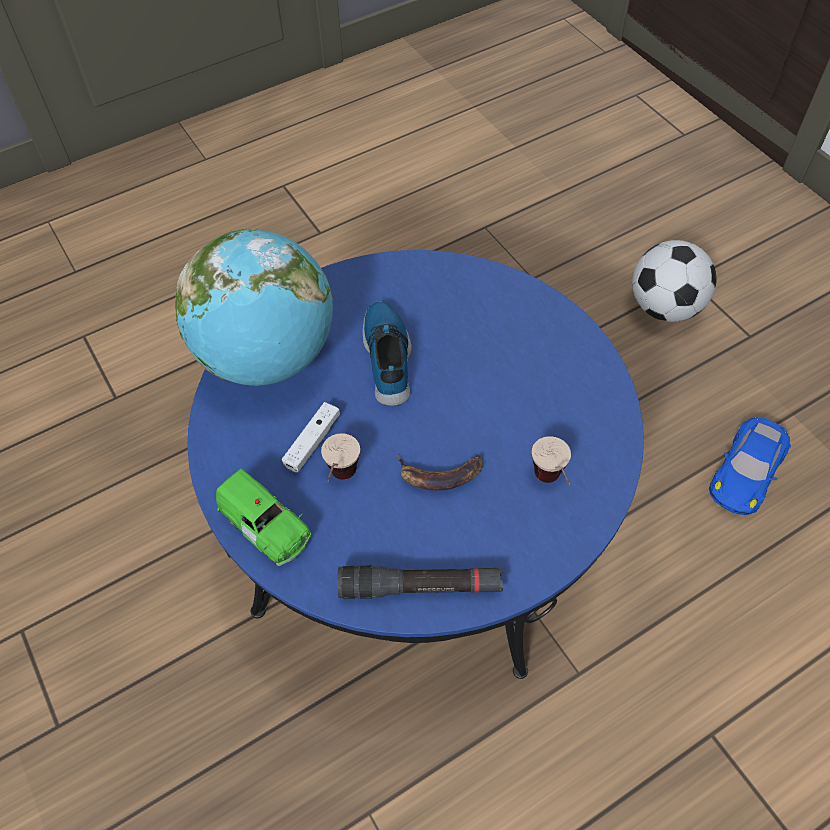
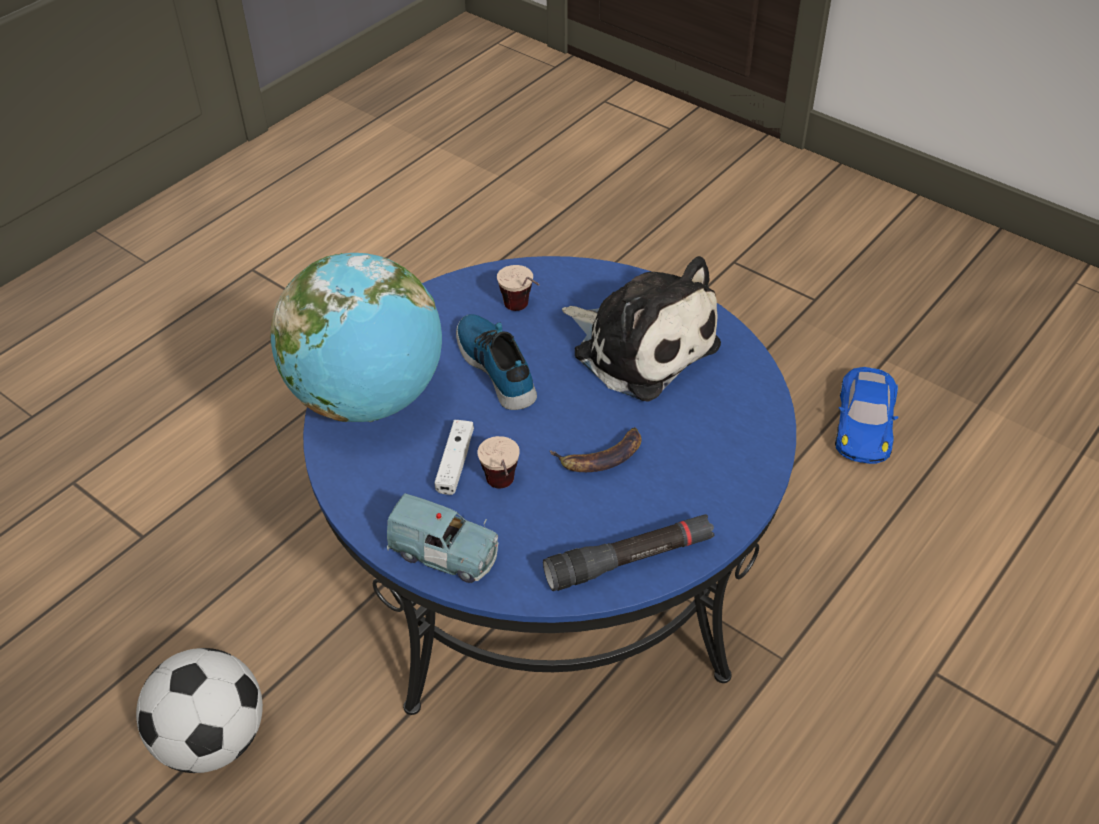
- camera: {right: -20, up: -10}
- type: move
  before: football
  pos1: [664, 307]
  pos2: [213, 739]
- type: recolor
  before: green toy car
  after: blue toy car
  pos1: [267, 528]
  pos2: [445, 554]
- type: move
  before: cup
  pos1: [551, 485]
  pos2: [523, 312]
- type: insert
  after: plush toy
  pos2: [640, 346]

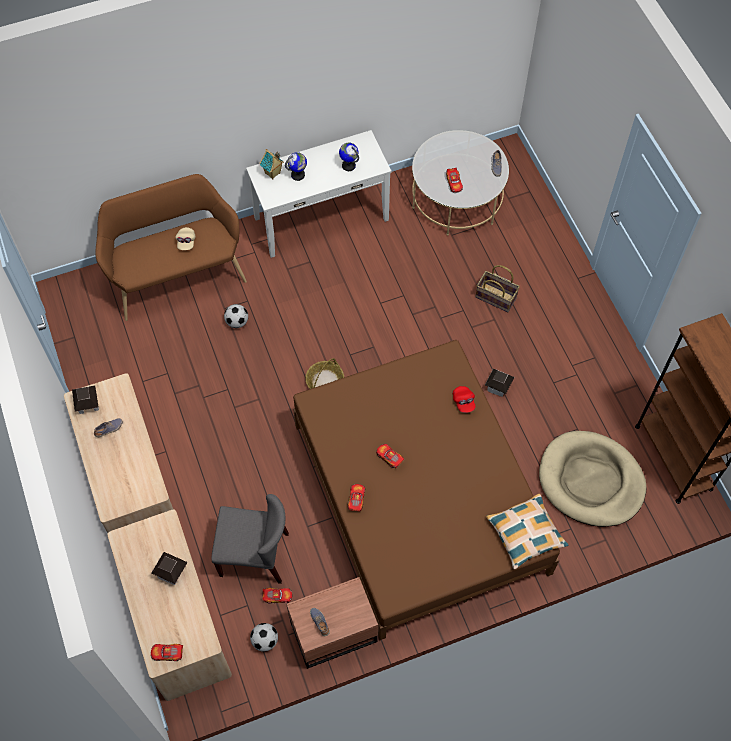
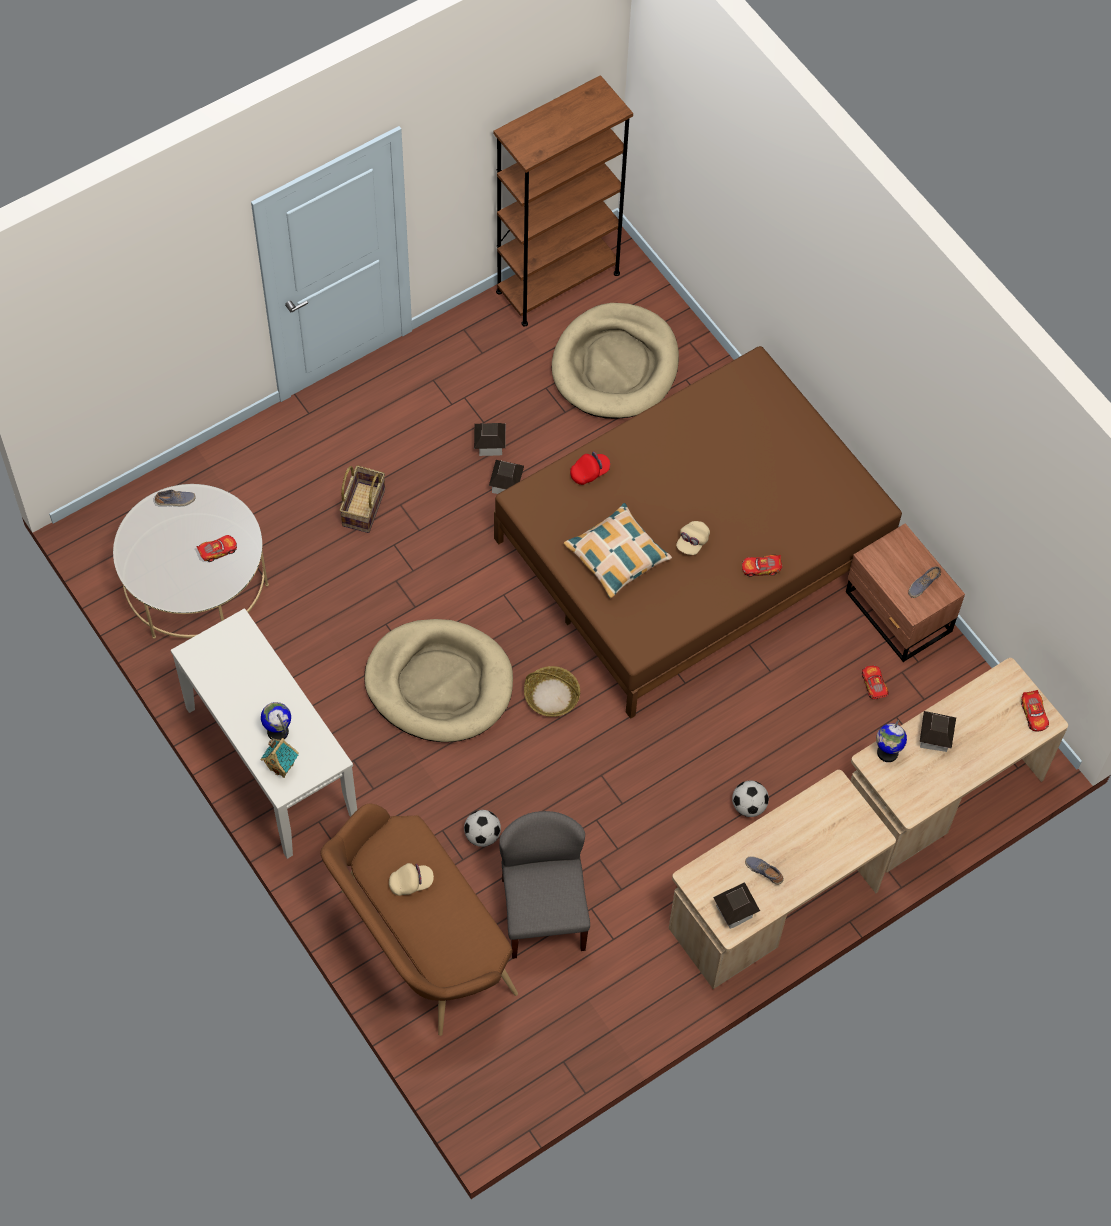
- camera: {right: -105, up: 0}
- type: insert
  after: beige dog bed
  pos2: [439, 683]
- type: insert
  after: toy house
  pos2: [490, 445]
- type: move
  before: grey chair
  pos1: [255, 554]
  pos2: [543, 913]
- type: move
  before: pillow
  pos1: [525, 533]
  pos2: [617, 555]
- type: replace
  before: toy car
  after: beige cap
  pos1: [389, 457]
  pos2: [692, 542]
- type: move
  before: football
  pos1: [265, 640]
  pos2: [748, 806]
- type: move
  before: globe
  pos1: [348, 165]
  pos2: [887, 752]

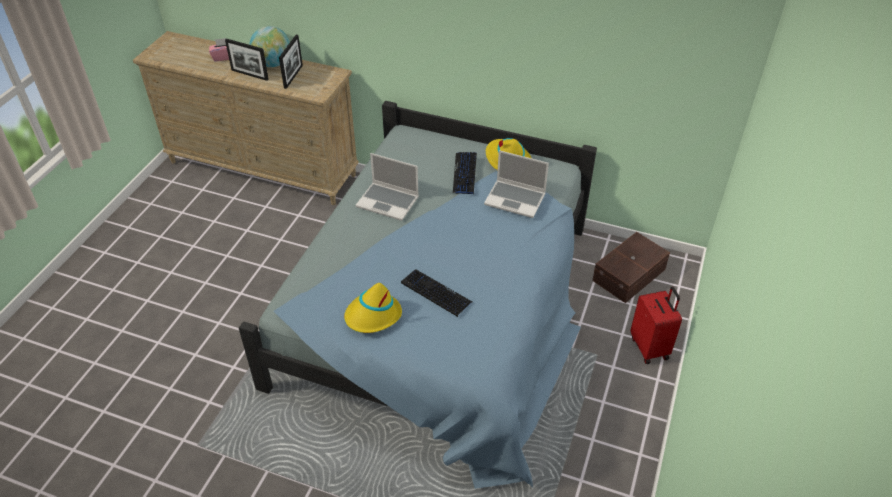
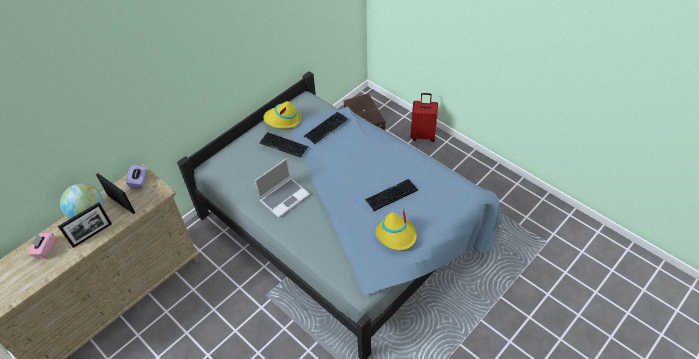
- camera: {right: -65, up: 5}
- type: insert
  after: purple tissue box
  pos2: [139, 181]
- type: replace
  before: laptop
  after: keyboard
  pos1: [516, 199]
  pos2: [326, 128]

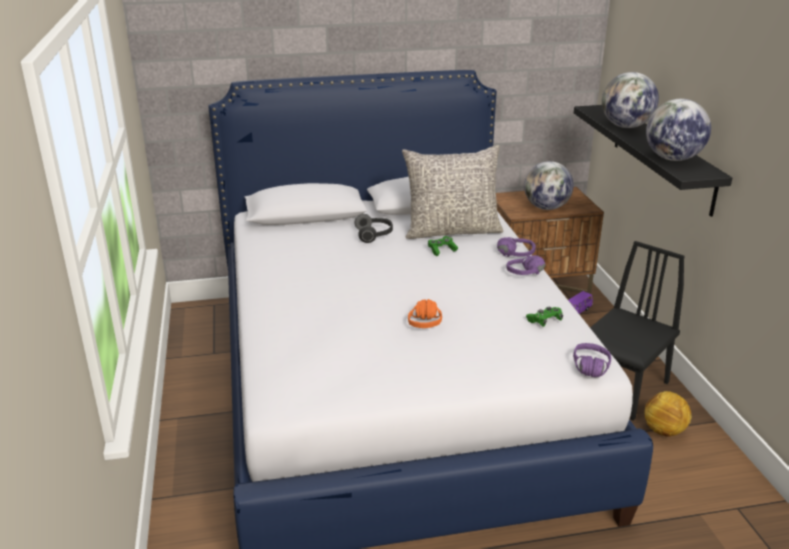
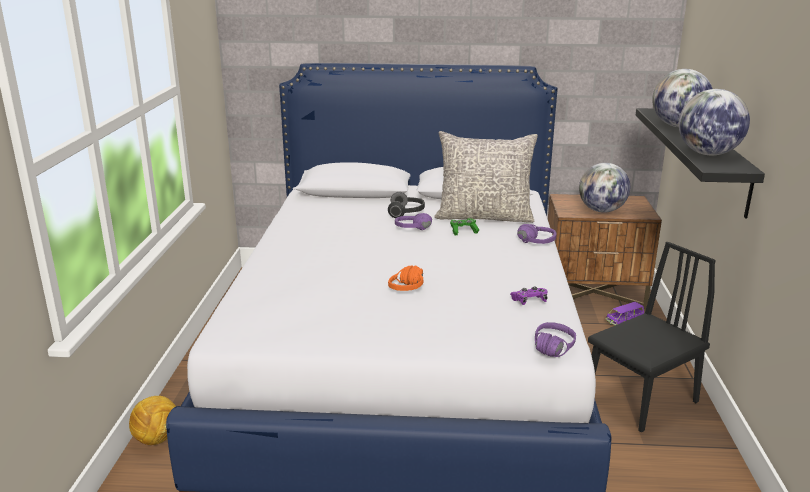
- camera: {right: 15, up: -5}
- type: move
  before: football
  pos1: [664, 430]
  pos2: [158, 439]
- type: move
  before: purple headphones
  pos1: [528, 276]
  pos2: [414, 231]
- type: recolor
  before: green game controller
  after: purple game controller
  pos1: [544, 321]
  pos2: [529, 301]

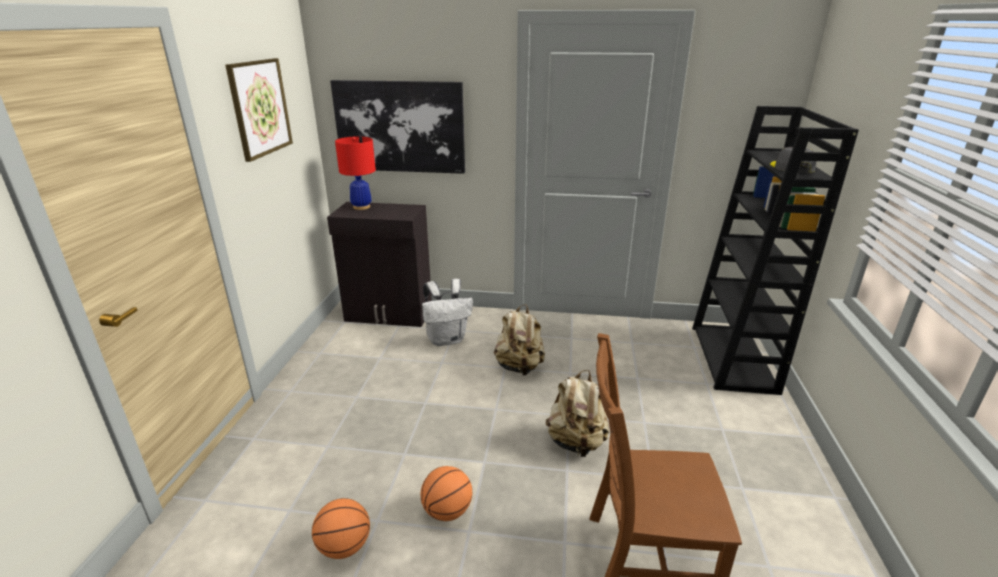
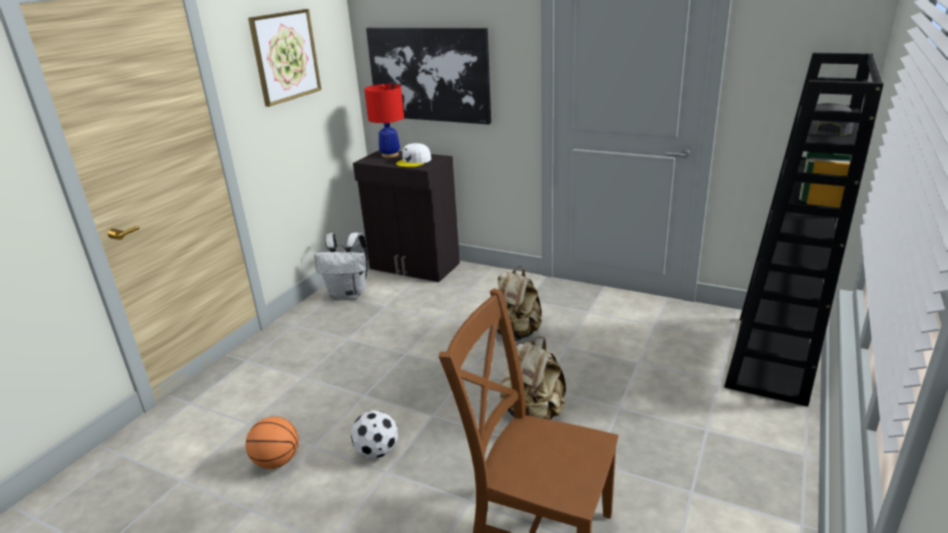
- camera: {right: 20, up: 0}
- type: move
  before: white backpack
  pos1: [447, 339]
  pos2: [349, 294]
- type: replace
  before: basketball
  after: football
  pos1: [447, 511]
  pos2: [376, 451]
- type: insert
  after: white cap
  pos2: [414, 161]

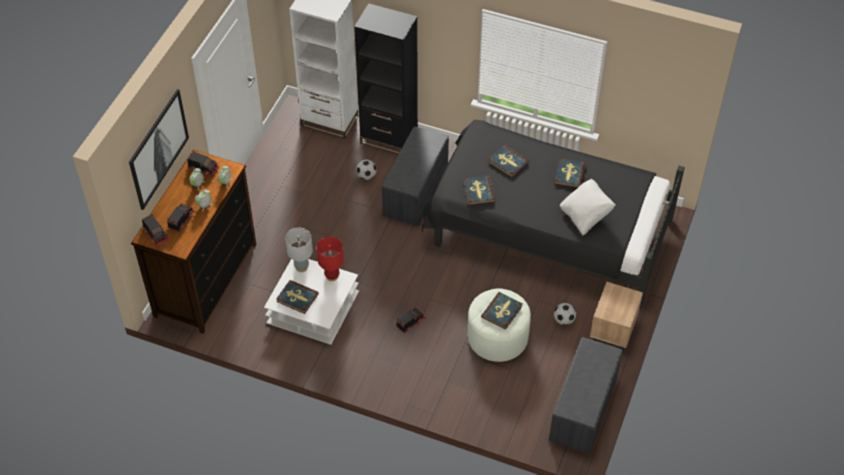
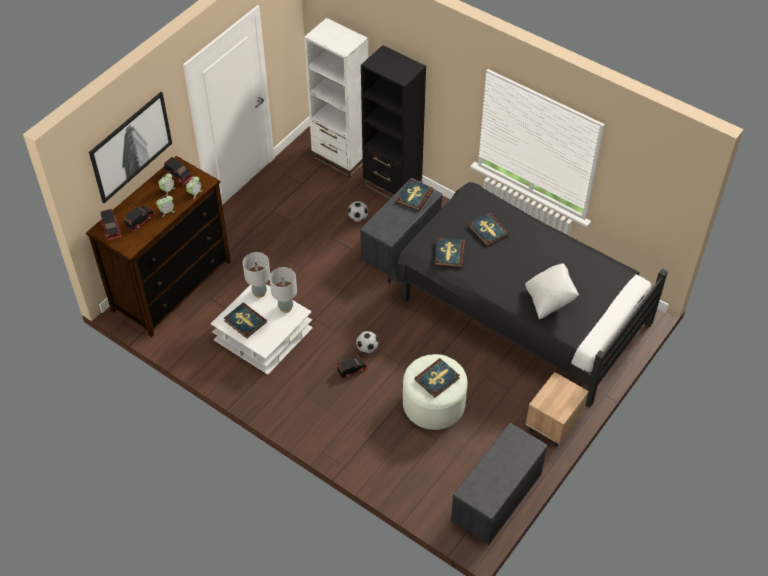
- camera: {right: 15, up: 0}
- type: recolor
  before: red table lamp
  after: grey table lamp
  pos1: [332, 276]
  pos2: [285, 307]
- type: move
  before: football
  pos1: [564, 320]
  pos2: [367, 348]
- type: move
  before: book
  pos1: [569, 174]
  pos2: [414, 196]

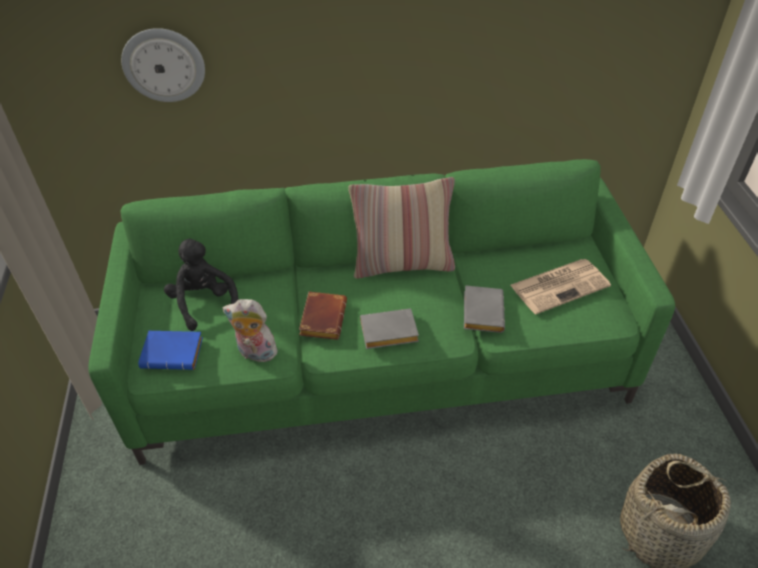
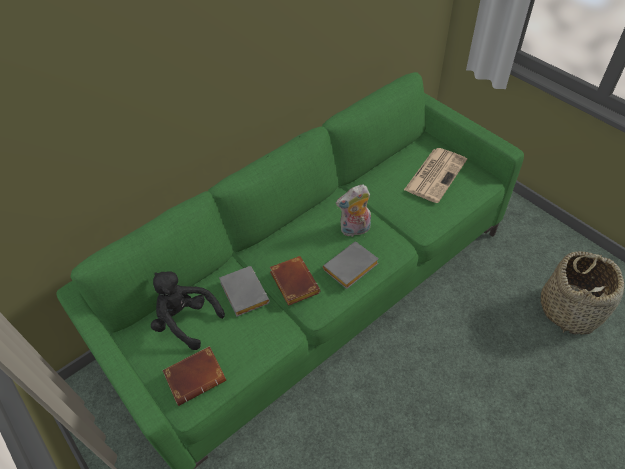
- camera: {right: -30, up: 5}
- type: recolor
  before: blue book
  after: brown book
  pos1: [174, 353]
  pos2: [196, 376]
- type: move
  before: grey book
  pos1: [481, 311]
  pos2: [242, 293]
- type: move
  before: plush toy
  pos1: [255, 353]
  pos2: [355, 230]
- type: delete
  before: wall clock
  pos1: [164, 65]
- type: delete
  before: pillow
  pos1: [402, 264]

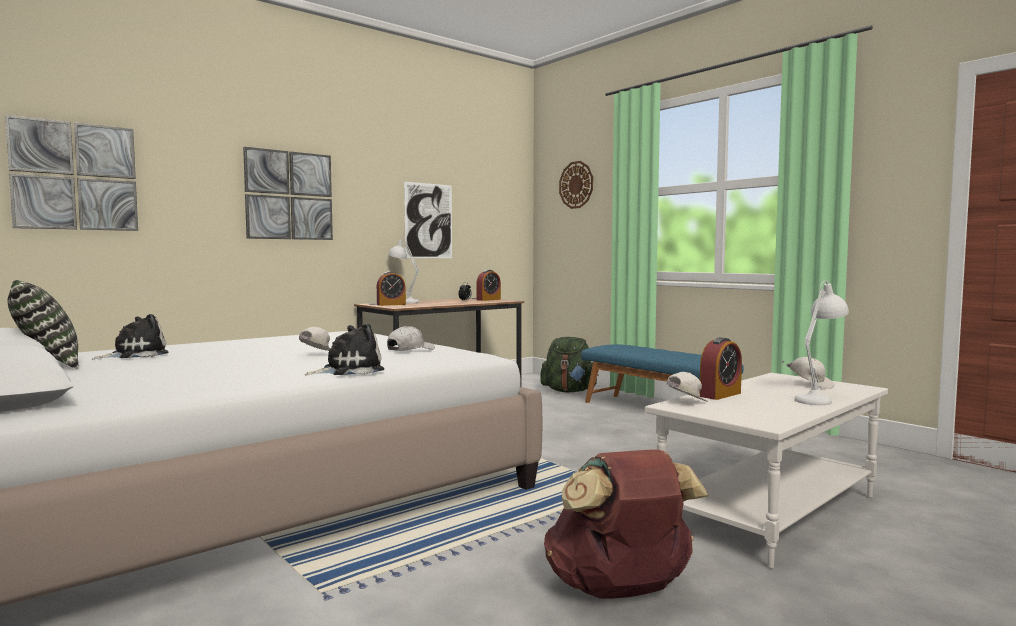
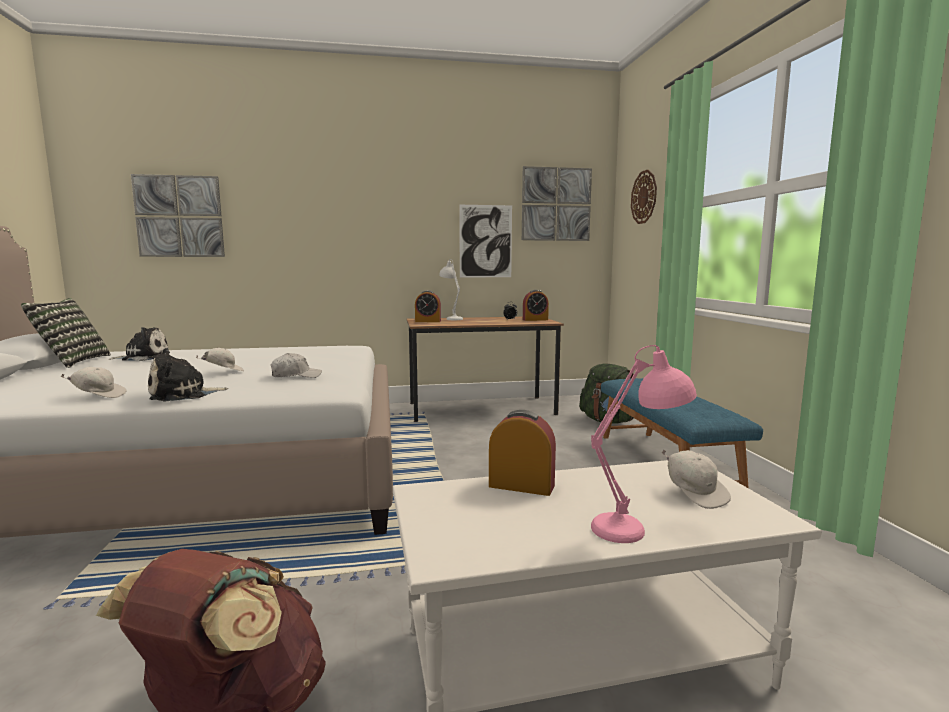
- camera: {right: 30, up: 5}
- type: move
  before: white cap
  pos1: [684, 402]
  pos2: [99, 396]
- type: rotate
  before: plush toy
  pos1: [349, 370]
  pos2: [183, 395]
  turn: 150
- type: rotate
  before: alarm clock
  pos1: [720, 395]
  pos2: [521, 486]
  turn: -150
- type: move
  before: picture
  pos1: [289, 195]
  pos2: [556, 204]
- type: recolor
  before: white table lamp
  after: pink table lamp
  pos1: [820, 399]
  pos2: [638, 528]

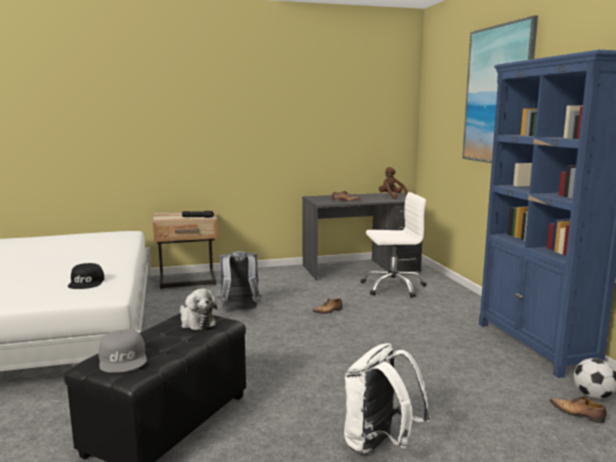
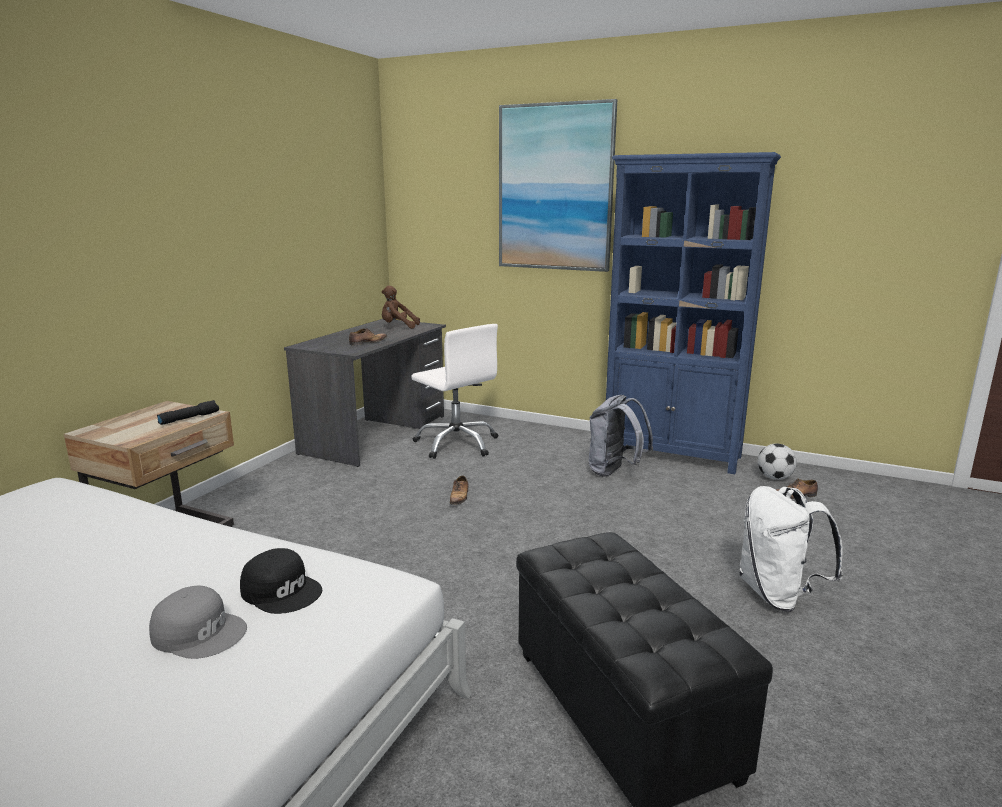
- camera: {right: -50, up: 5}
- type: move
  before: grey cap
  pos1: [124, 359]
  pos2: [199, 632]
- type: rotate
  before: white office chair
  pos1: [393, 287]
  pos2: [457, 444]
  turn: 105
- type: move
  before: grey backpack
  pos1: [239, 310]
  pos2: [615, 472]
- type: delete
  before: plush toy
  pos1: [196, 322]

